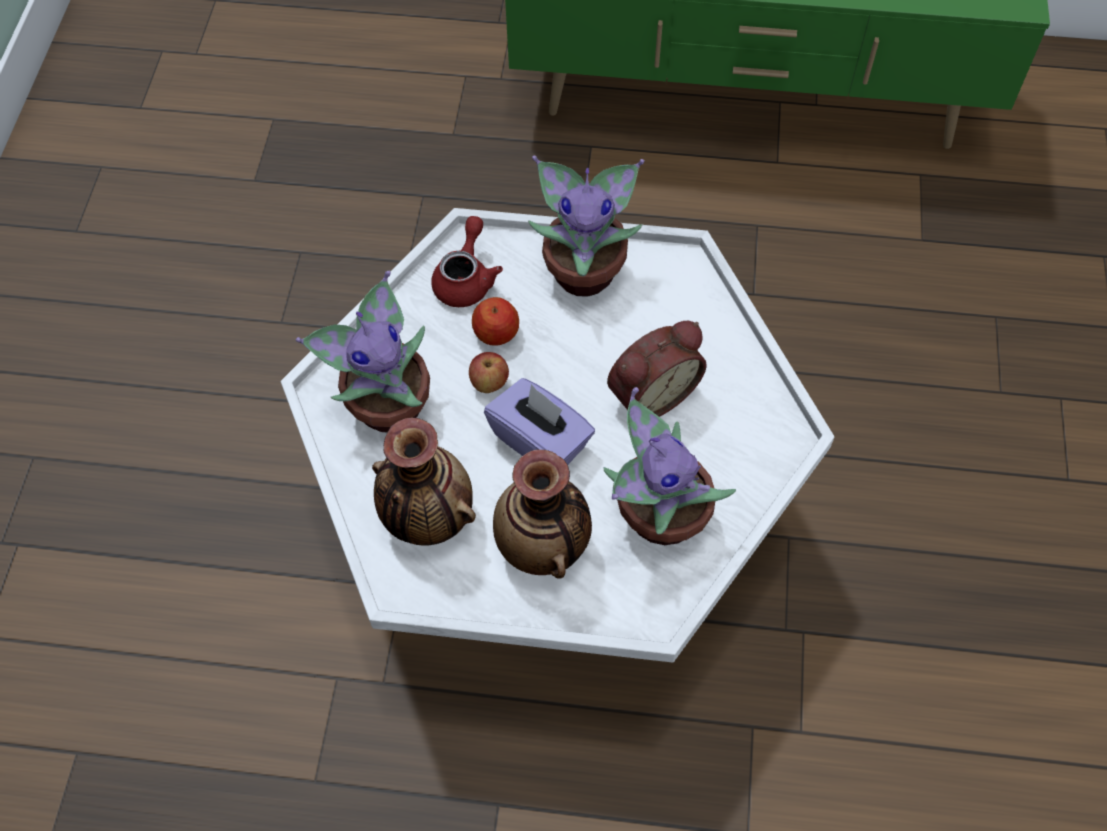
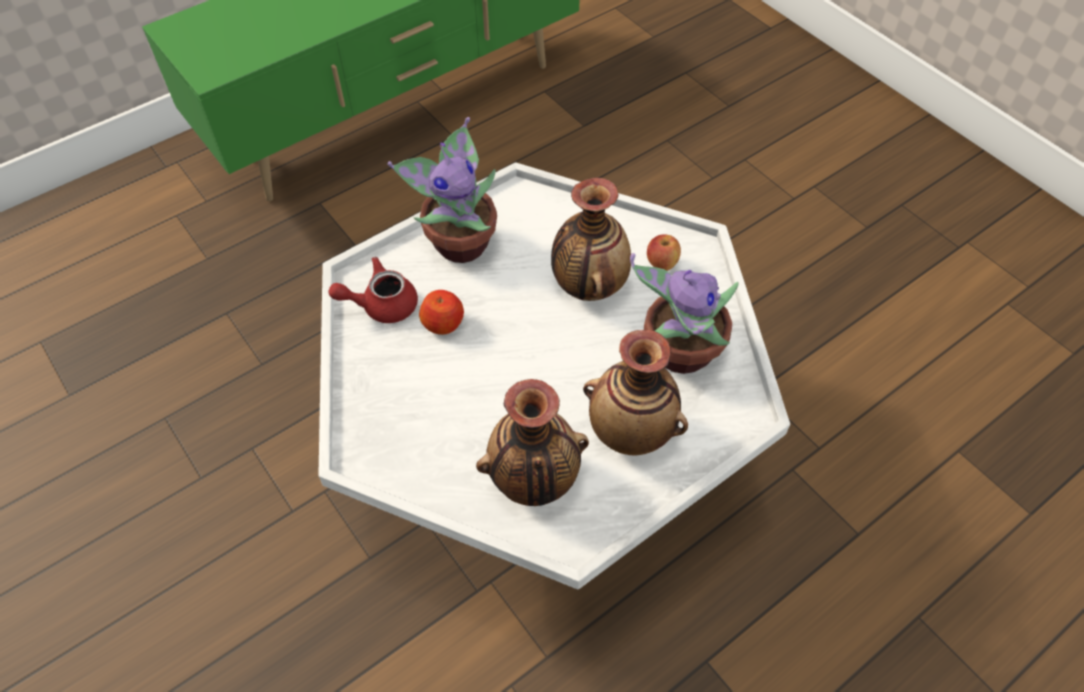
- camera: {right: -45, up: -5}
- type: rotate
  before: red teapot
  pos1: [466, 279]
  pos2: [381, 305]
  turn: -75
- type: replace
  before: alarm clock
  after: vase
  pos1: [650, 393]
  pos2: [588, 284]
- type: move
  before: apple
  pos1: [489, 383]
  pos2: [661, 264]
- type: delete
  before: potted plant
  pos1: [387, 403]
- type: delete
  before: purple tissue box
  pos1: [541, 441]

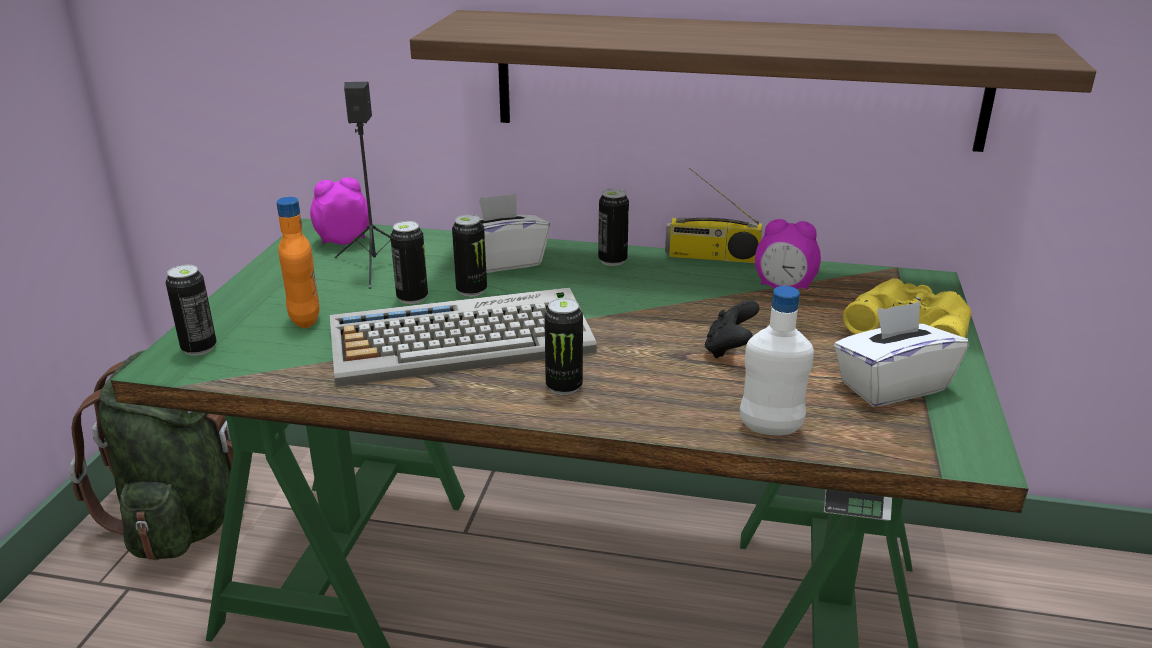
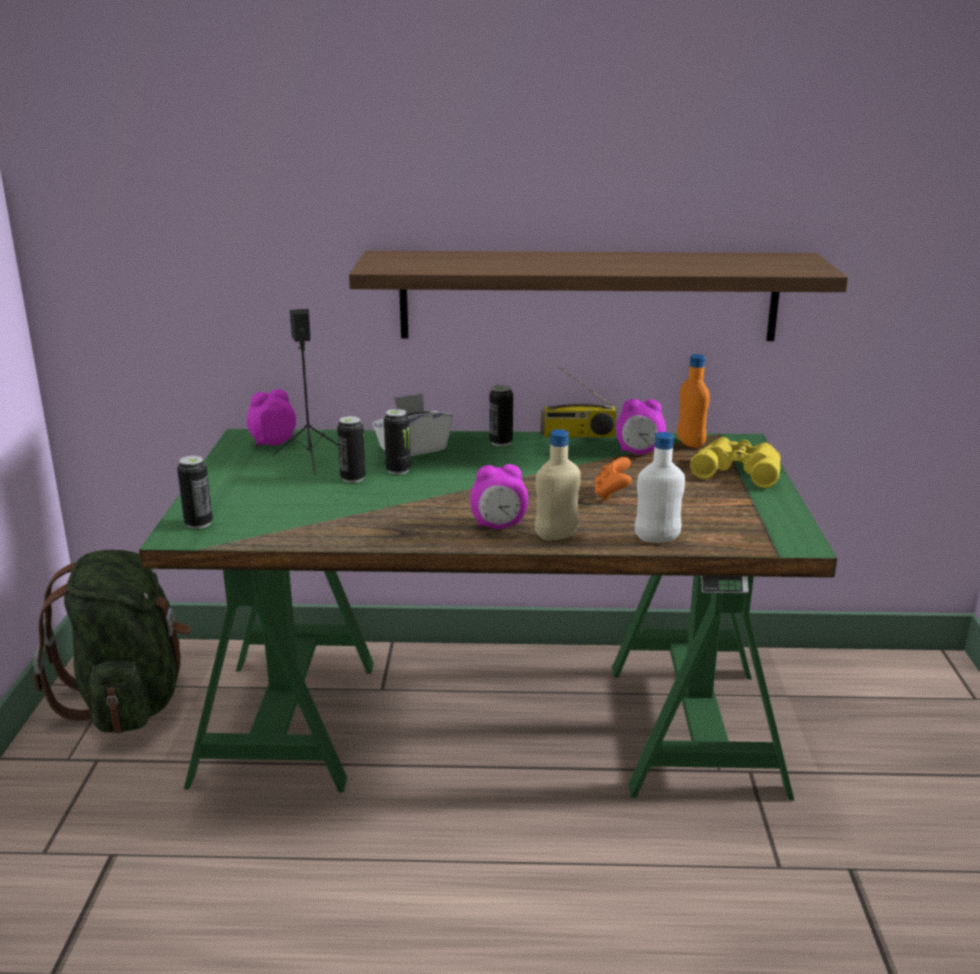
- camera: {right: -10, up: -5}
- type: replace
  before: can
  after: alarm clock
  pos1: [564, 387]
  pos2: [499, 526]
- type: insert
  after: beige bottle
  pos2: [556, 536]
- type: recolor
  before: black game controller
  after: orange game controller
  pos1: [729, 349]
  pos2: [612, 494]
- type: move
  before: orange bottle
  pos1: [305, 319]
  pos2: [690, 443]
- type: delete
  before: keyboard
  pos1: [463, 340]
- type: delete
  before: white tissue box
  pos1: [891, 386]

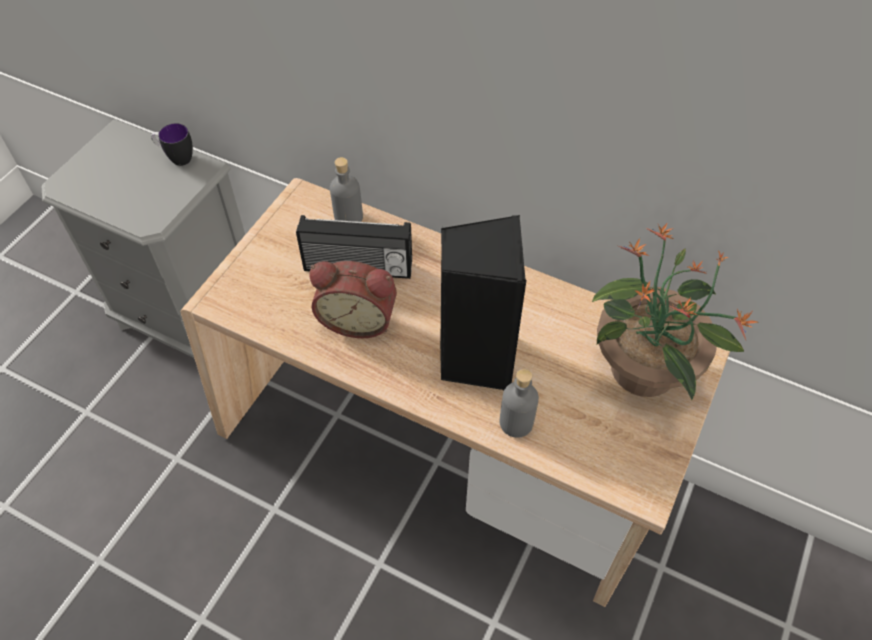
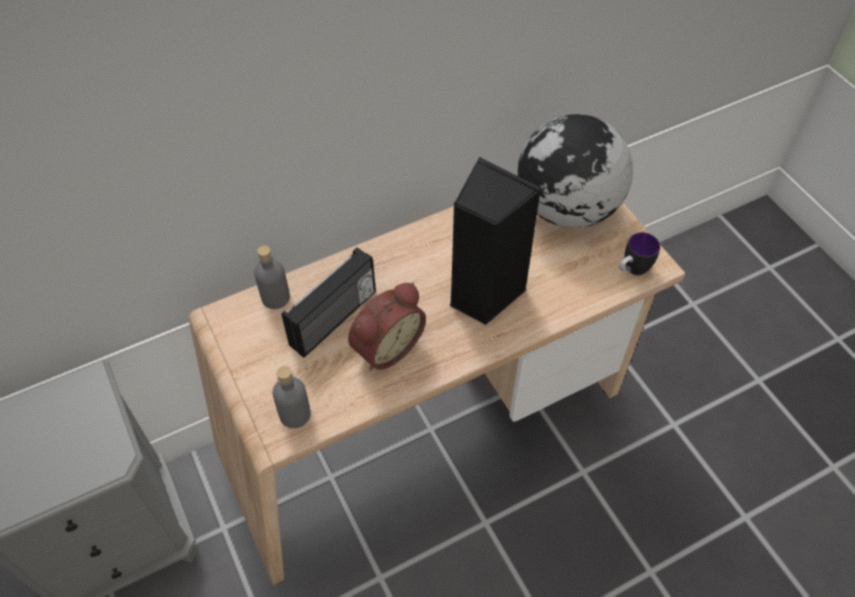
- camera: {right: -55, up: 0}
- type: move
  before: grey bottle
  pos1: [516, 422]
  pos2: [295, 414]
- type: replace
  before: potted plant
  after: globe
  pos1: [643, 371]
  pos2: [566, 209]
- type: move
  before: mug
  pos1: [176, 158]
  pos2: [632, 270]

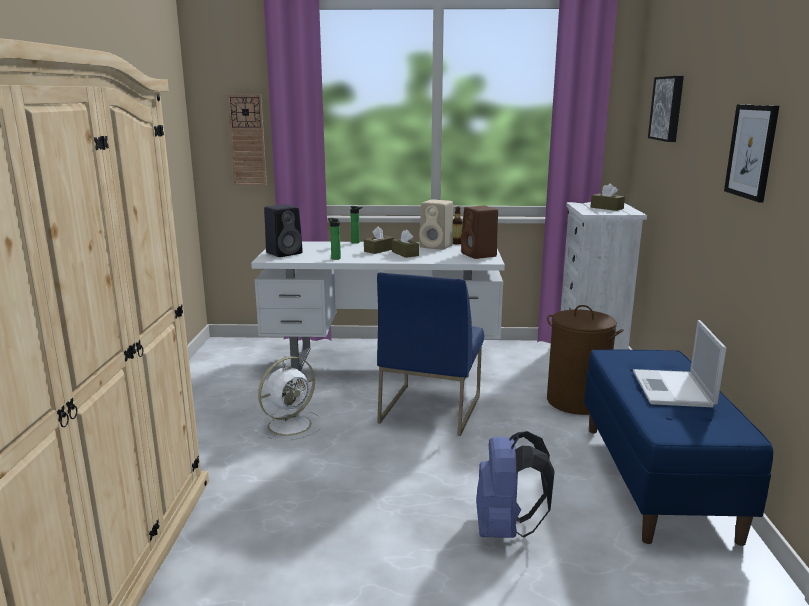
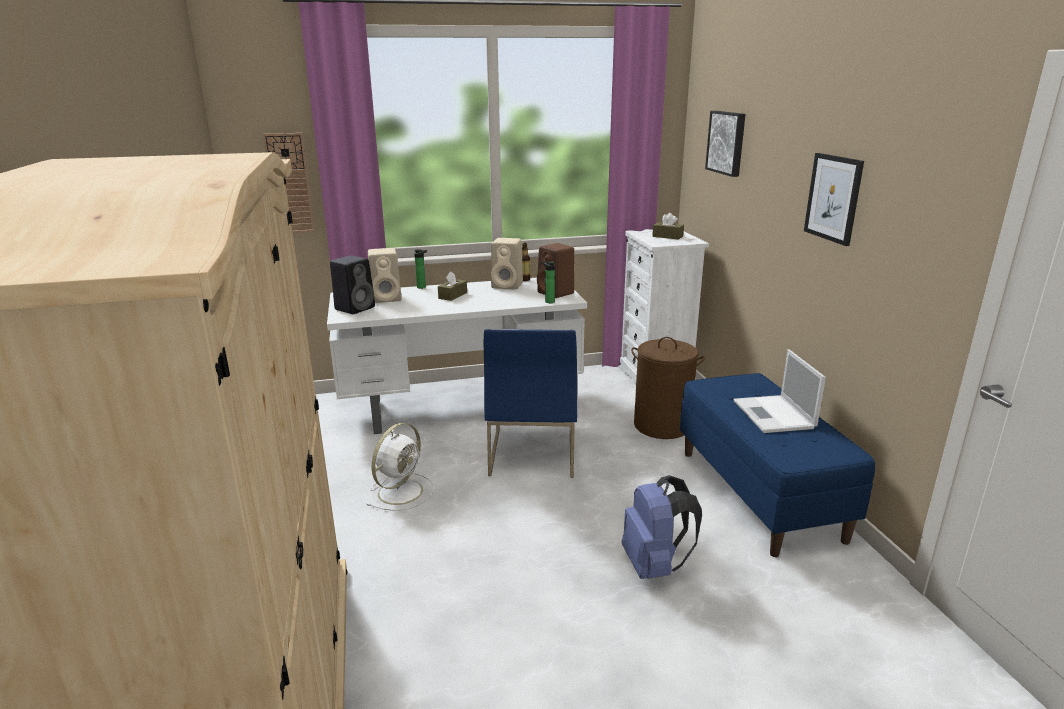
- camera: {right: -15, up: 5}
- type: insert
  after: beige speaker
  pos2: [387, 298]
- type: move
  before: bottle
  pos1: [335, 258]
  pos2: [548, 301]
- type: delete
  before: brown tissue box
  pos1: [405, 253]

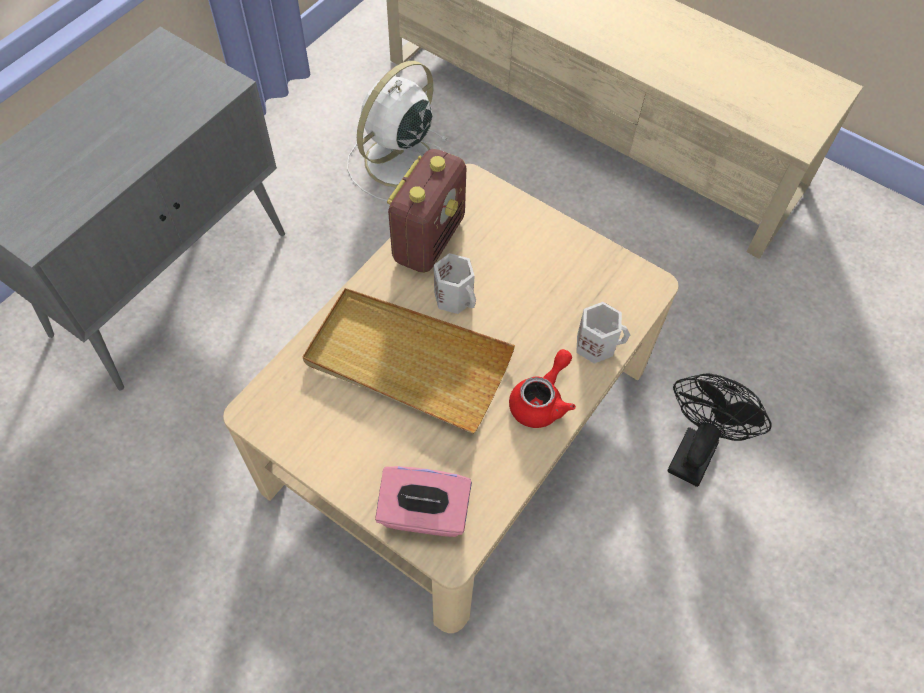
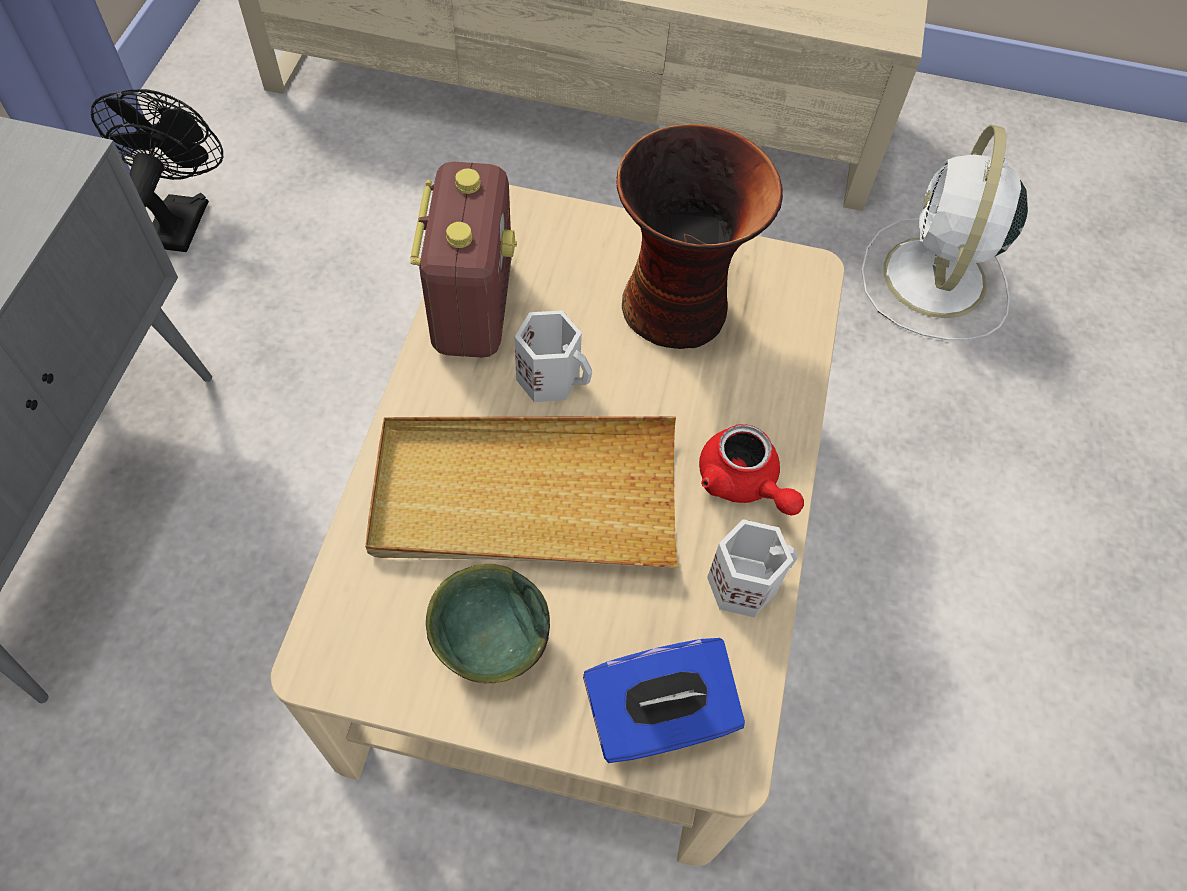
- camera: {right: -25, up: 0}
- type: move
  before: black fan
  pos1: [695, 449]
  pos2: [181, 216]
- type: insert
  after: green bowl
  pos2: [488, 641]
- type: recolor
  before: pink tissue box
  after: blue tissue box
  pos1: [424, 514]
  pos2: [658, 717]
- type: insert
  after: vase
  pos2: [679, 307]
- type: rotate
  before: red teapot
  pos1: [541, 400]
  pos2: [743, 483]
  turn: 135
- type: move
  before: white mug
  pos1: [596, 344]
  pos2: [743, 582]
- type: move
  before: white fan
  pos1: [397, 163]
  pos2: [933, 281]

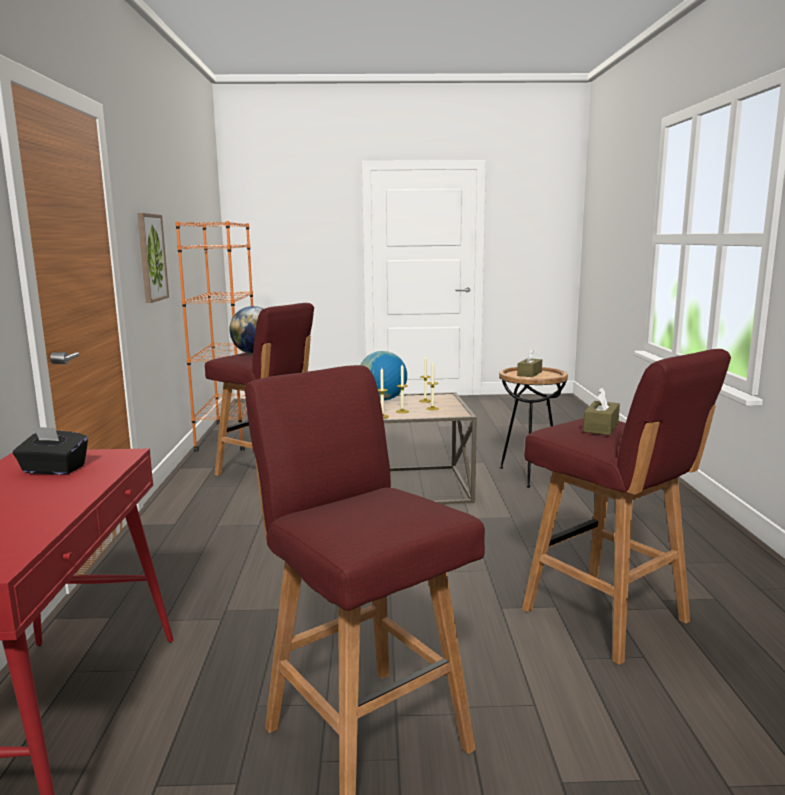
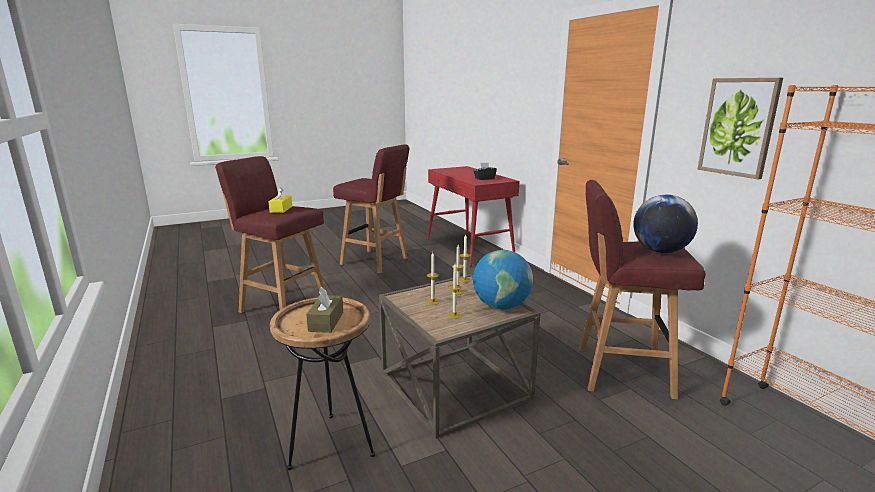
- camera: {right: 155, up: 5}
- type: recolor
  before: brown tissue box
  after: yellow tissue box
  pos1: [601, 427]
  pos2: [281, 209]

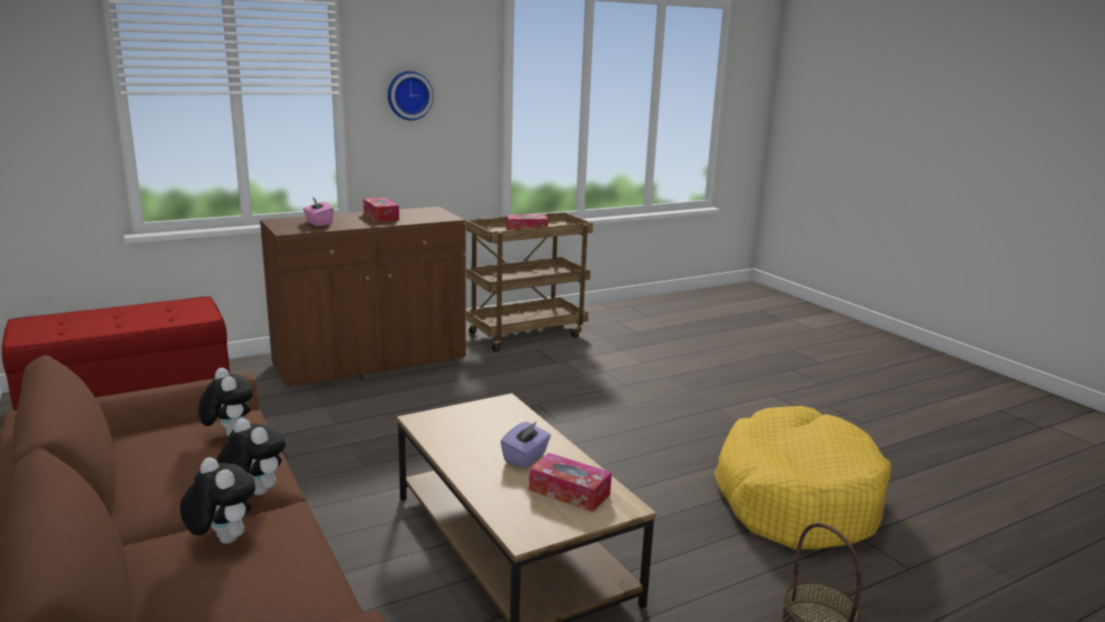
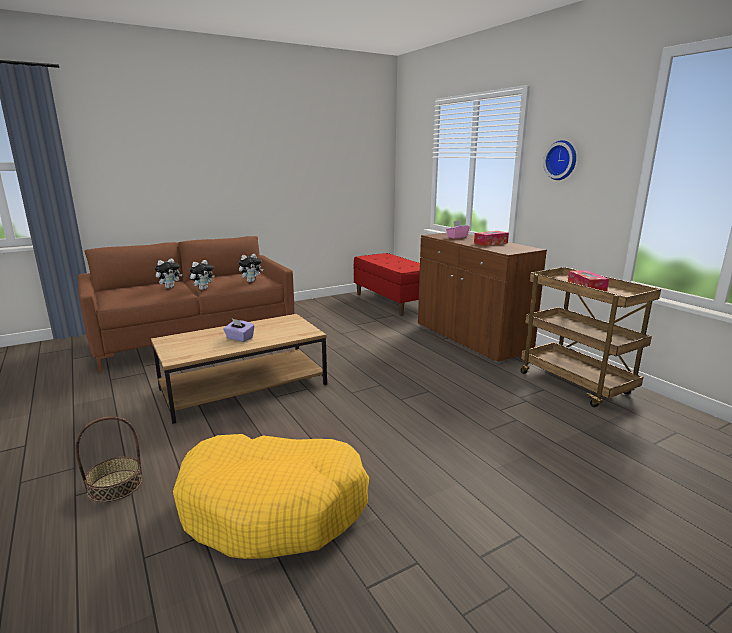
- camera: {right: 90, up: 0}
- type: delete
  before: tissue box
  pos1: [569, 492]

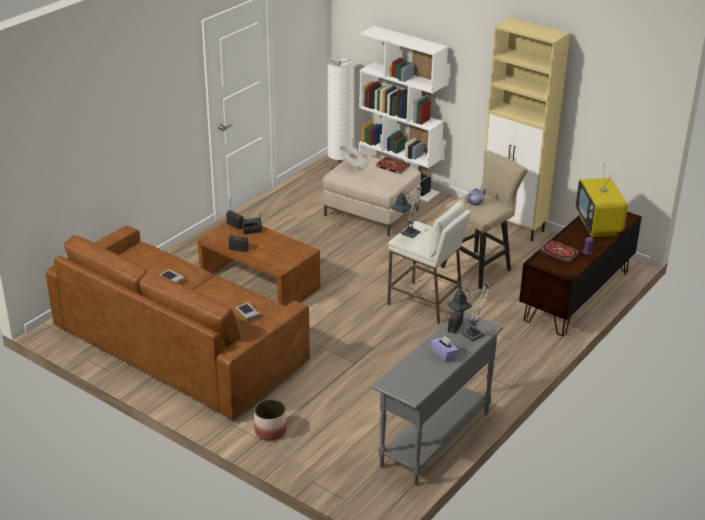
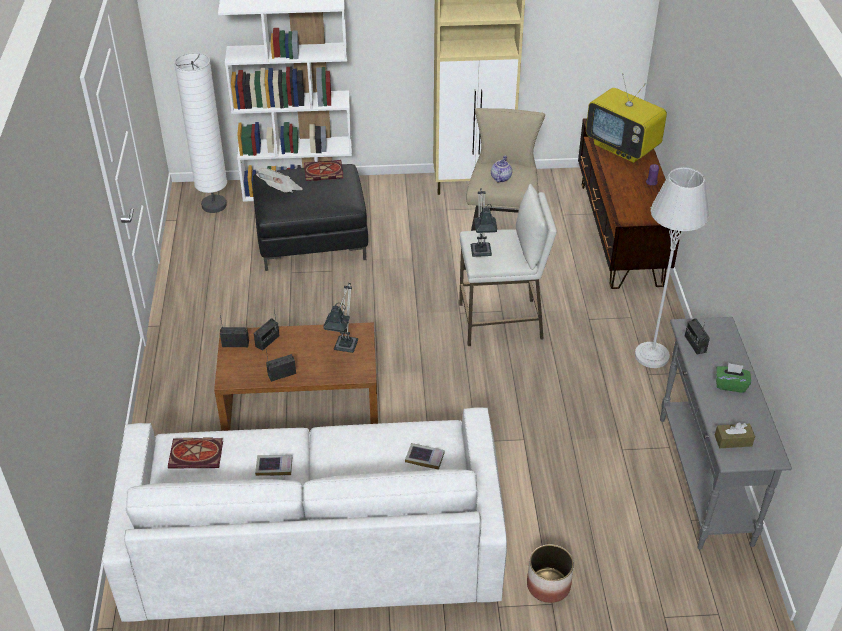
- camera: {right: -40, up: 10}
- type: recolor
  before: brown sofa
  after: white sofa
  pos1: [179, 346]
  pos2: [314, 544]
- type: move
  before: book
  pos1: [560, 253]
  pos2: [197, 454]
- type: recolor
  before: beige ottoman
  after: black ottoman
  pos1: [371, 212]
  pos2: [312, 239]
- type: move
  before: table lamp
  pos1: [468, 337]
  pos2: [344, 349]
- type: insert
  after: grey floor lamp
  pos2: [651, 356]
- type: insert
  after: brown tissue box
  pos2: [733, 440]
- type: recolor
  before: purple tissue box
  after: green tissue box
  pos1: [444, 354]
  pos2: [730, 385]

